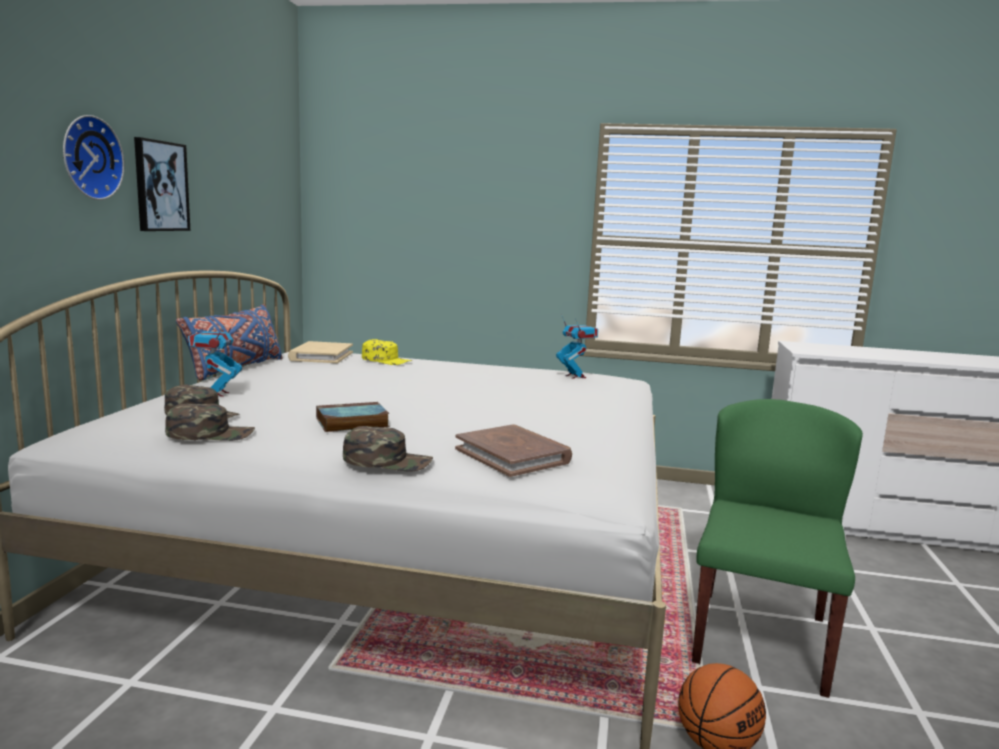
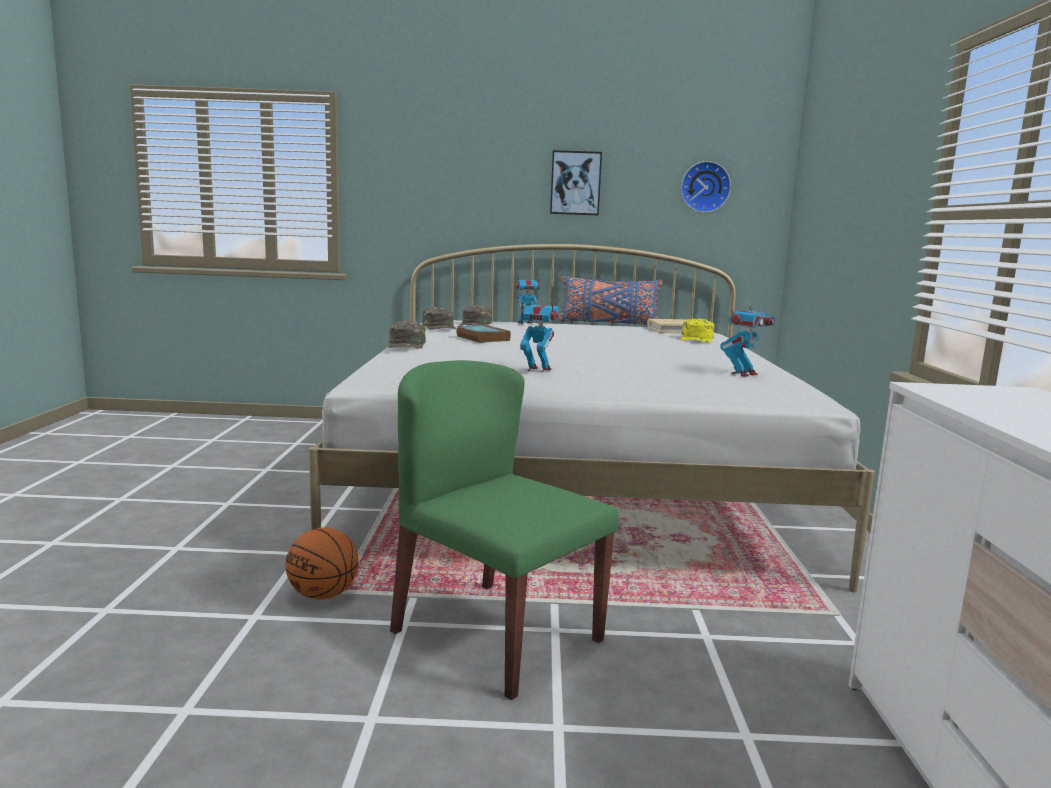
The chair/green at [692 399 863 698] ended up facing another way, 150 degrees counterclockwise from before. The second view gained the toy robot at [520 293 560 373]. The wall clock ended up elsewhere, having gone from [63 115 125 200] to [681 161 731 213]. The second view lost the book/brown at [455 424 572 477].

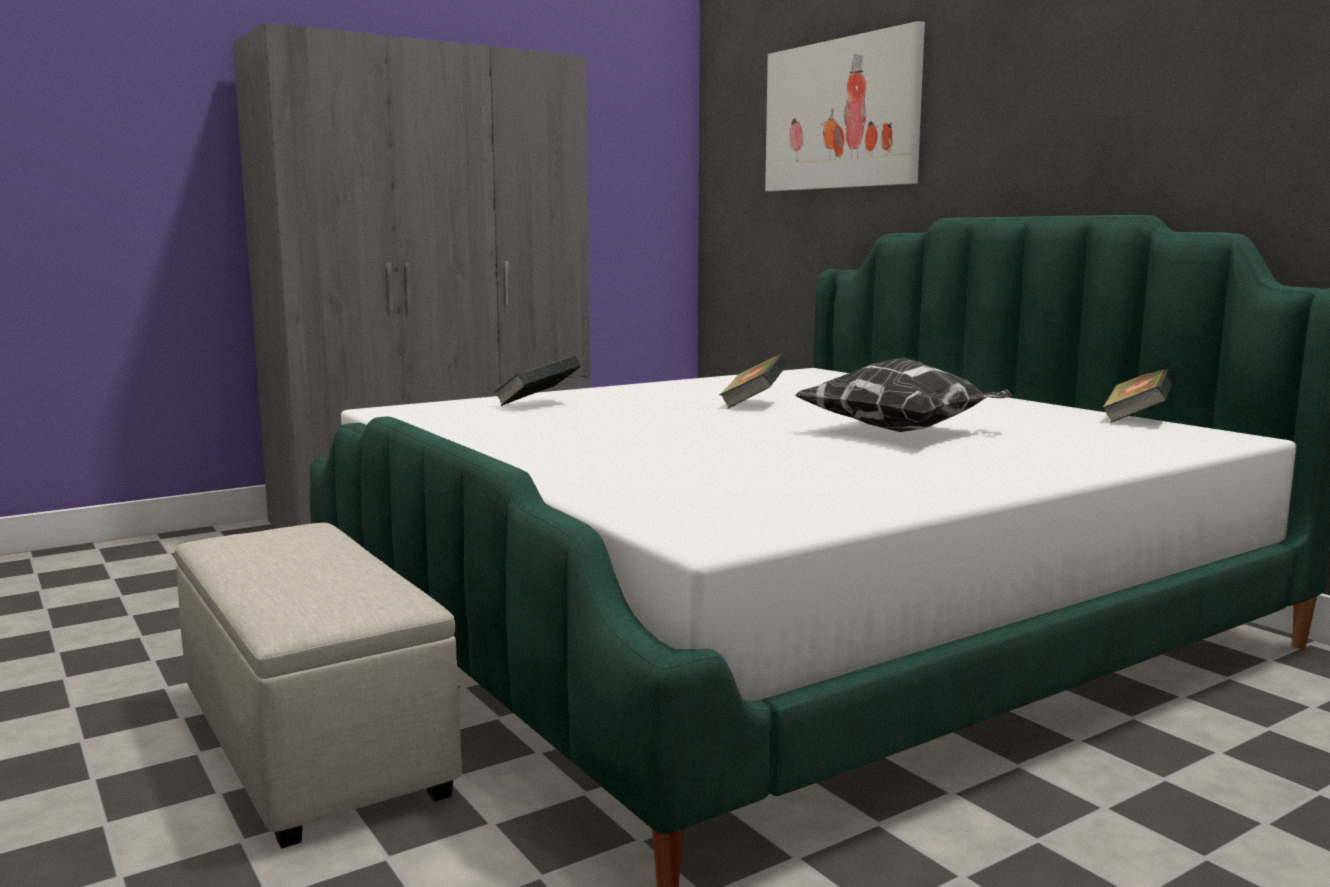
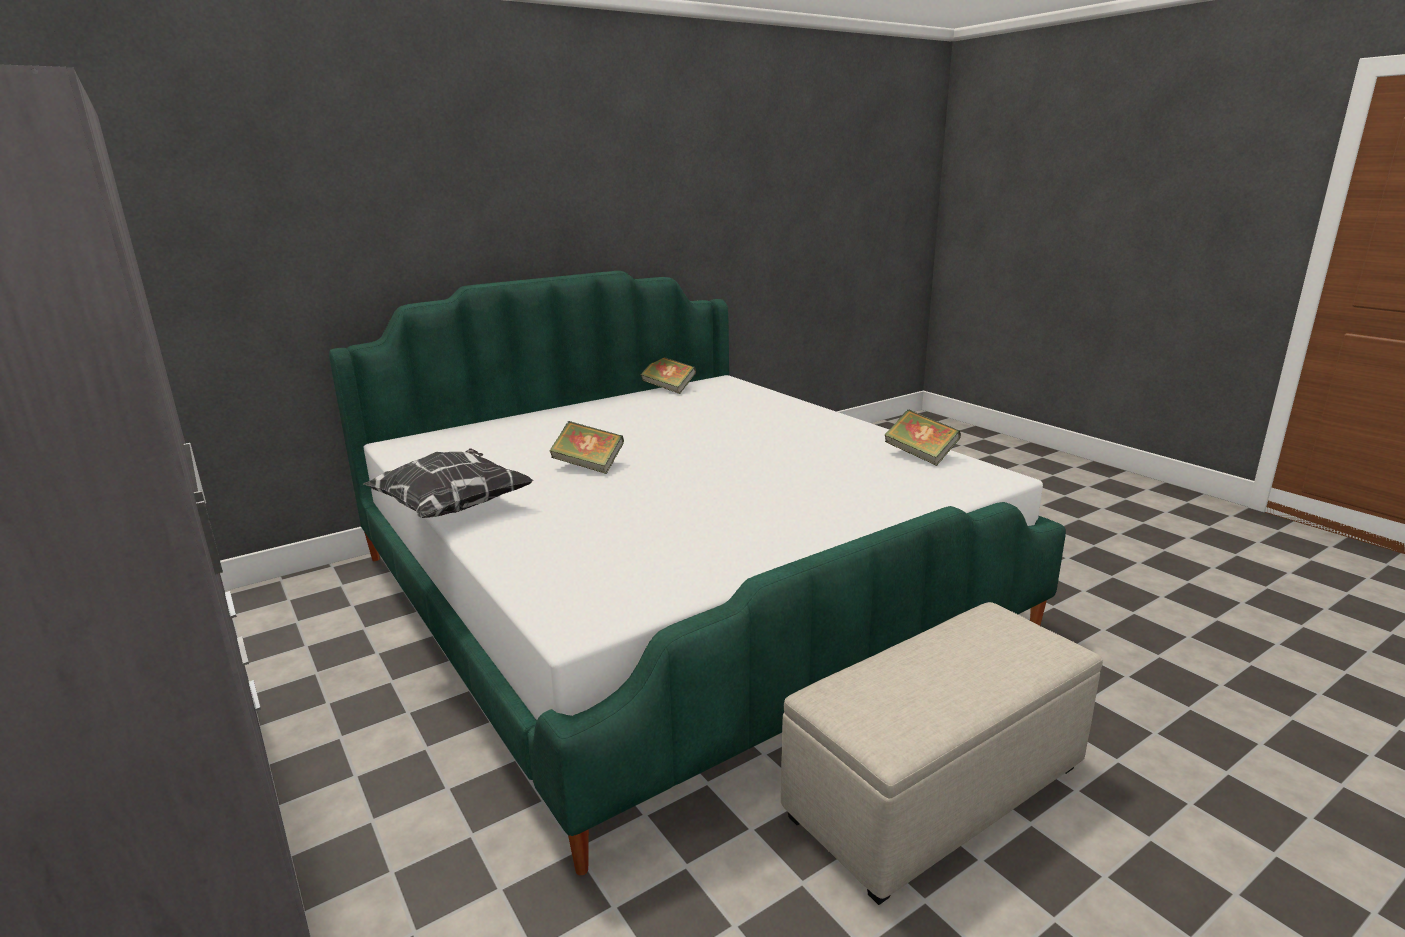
The pillow ended up elsewhere, having gone from [796 357 1014 432] to [364 448 534 518]. The book ended up elsewhere, having gone from [494 355 581 406] to [885 410 961 466]. The second view lost the picture at [765 21 925 191].

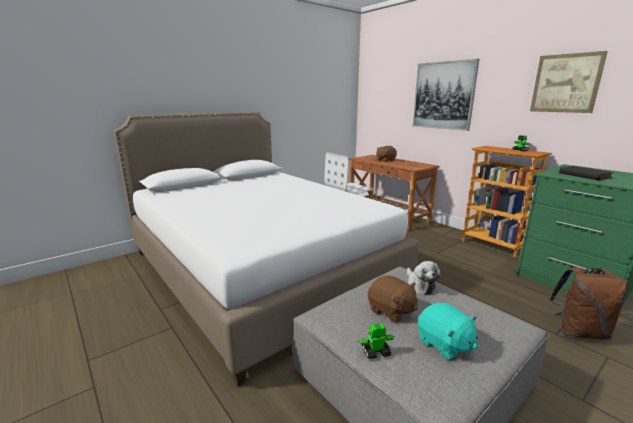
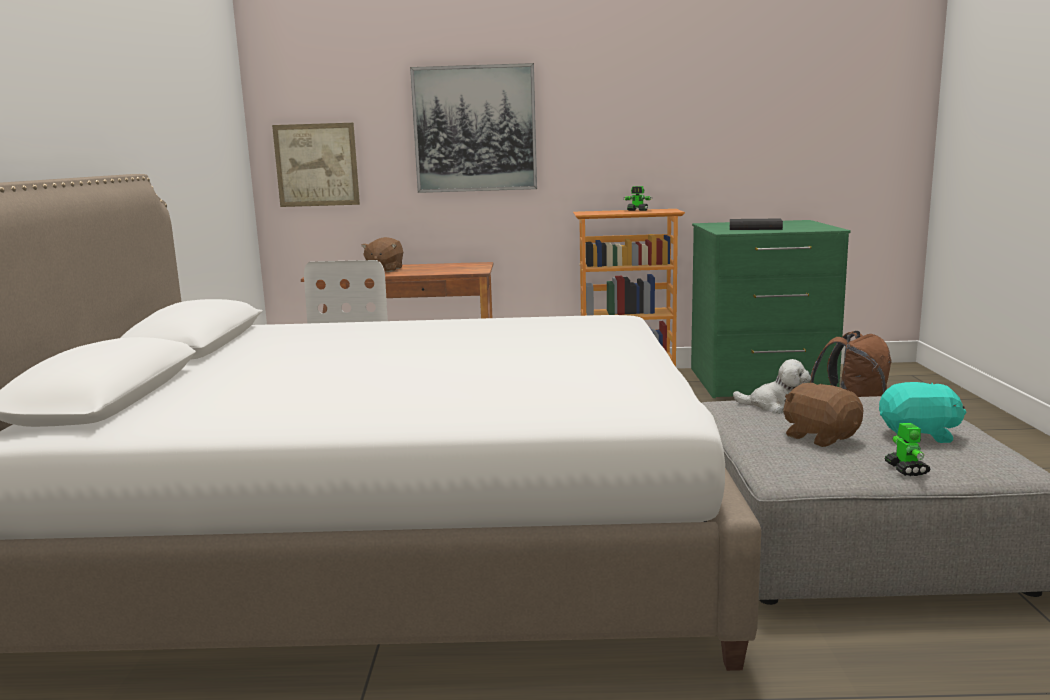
The picture ended up elsewhere, having gone from [530 51 608 113] to [272 123 360 207]. The plush toy/brown at [368 275 418 323] ended up facing another way, 120 degrees counterclockwise from before. The toy robot at [358 323 395 359] ended up facing another way, 150 degrees clockwise from before.

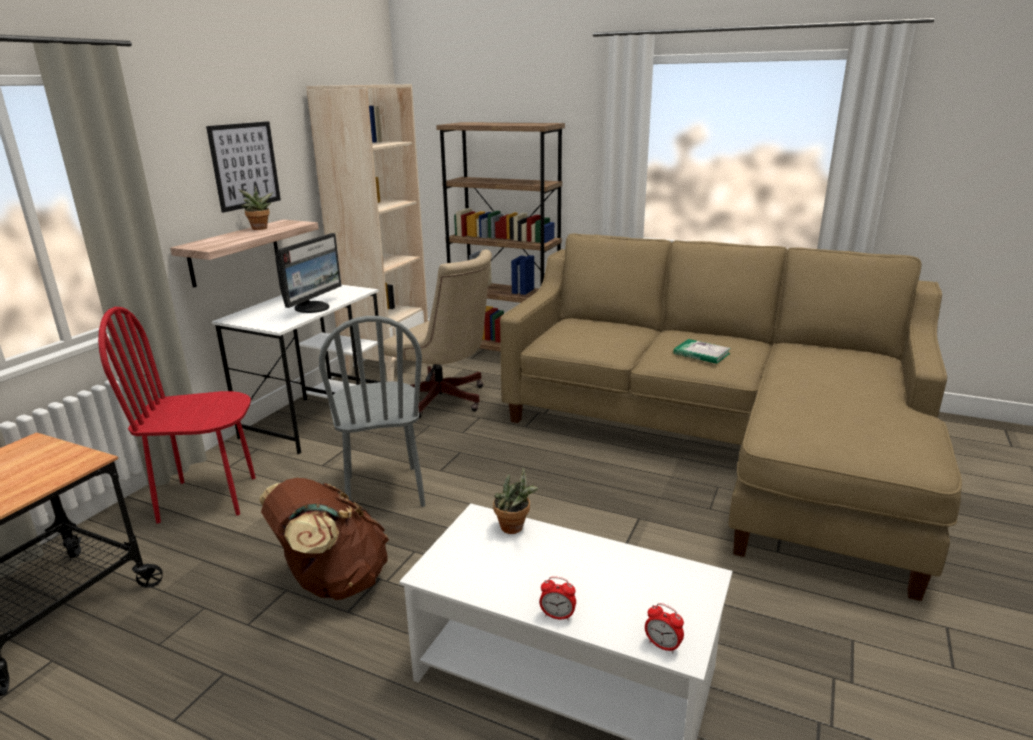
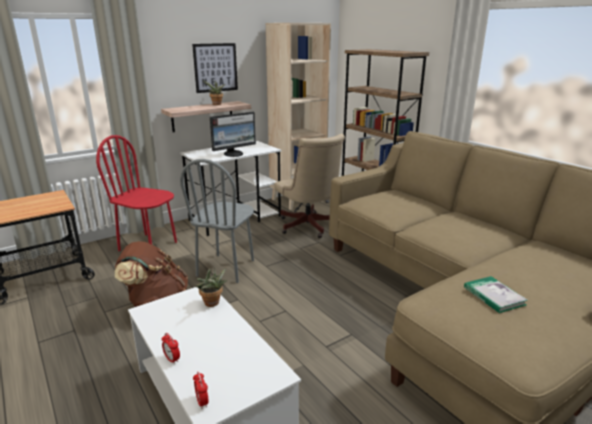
The book ended up elsewhere, having gone from [673 339 731 364] to [464 276 527 313].

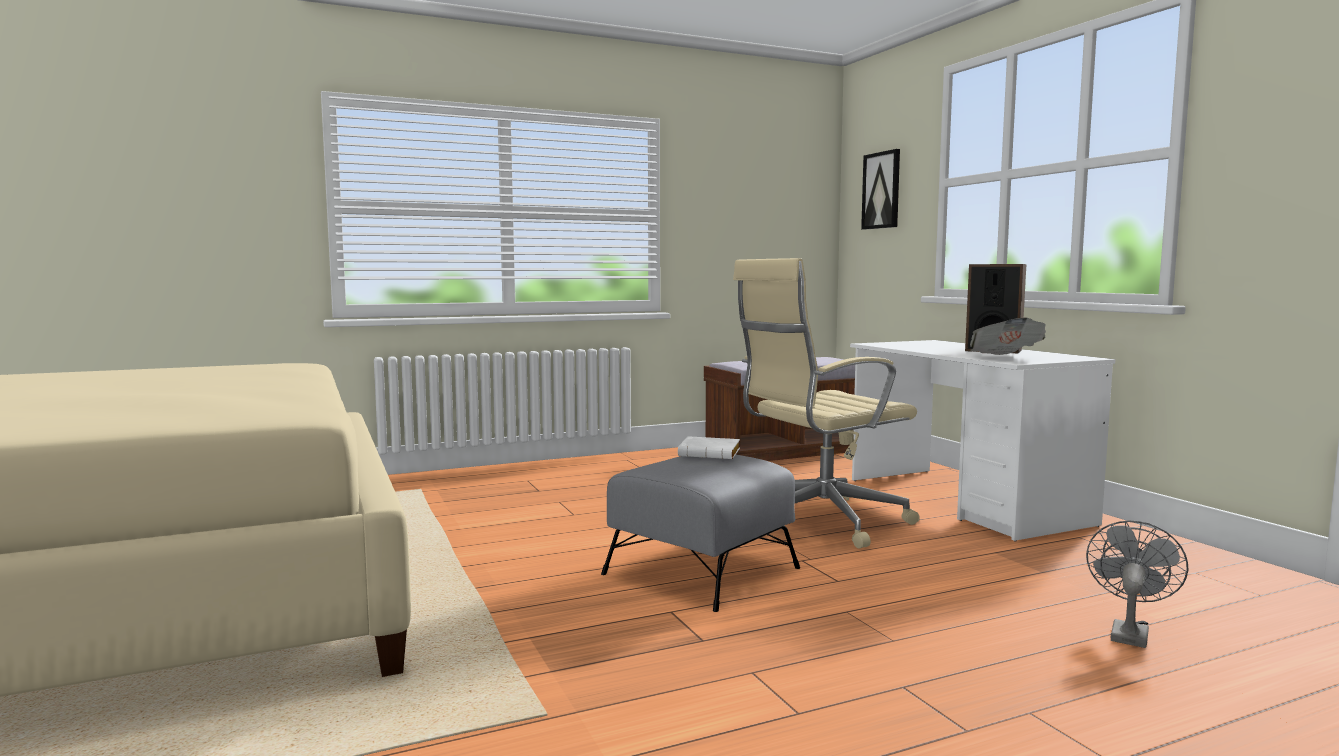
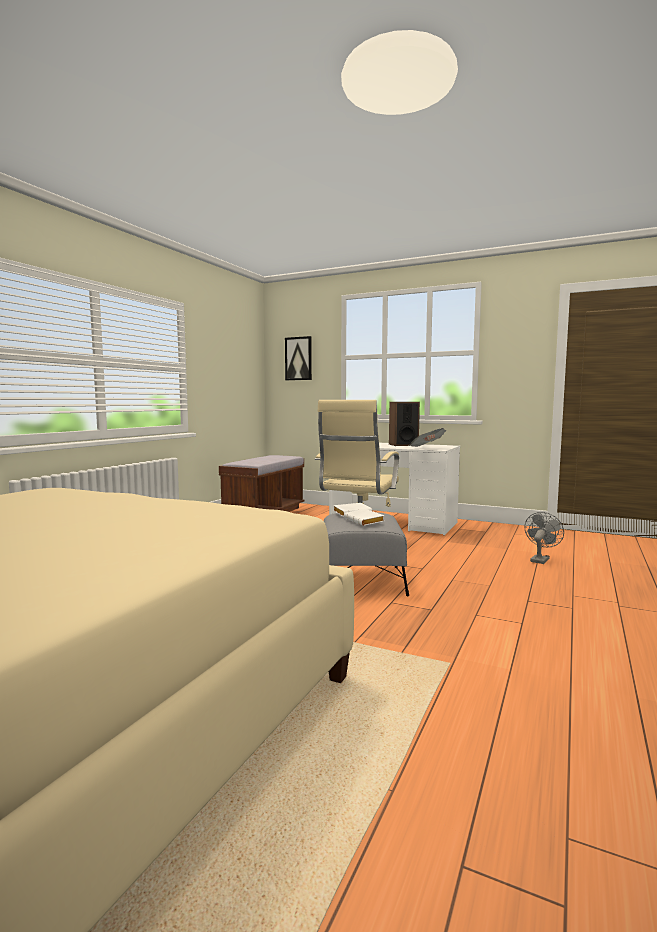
The second view gained the book/white at [344 509 384 526]. The fan/grey at [1086 521 1188 648] ended up facing another way, 45 degrees clockwise from before.

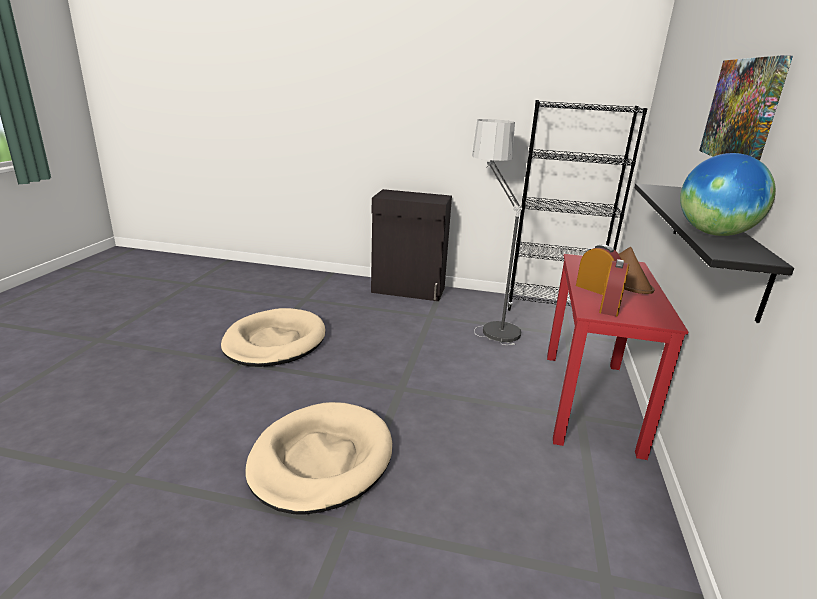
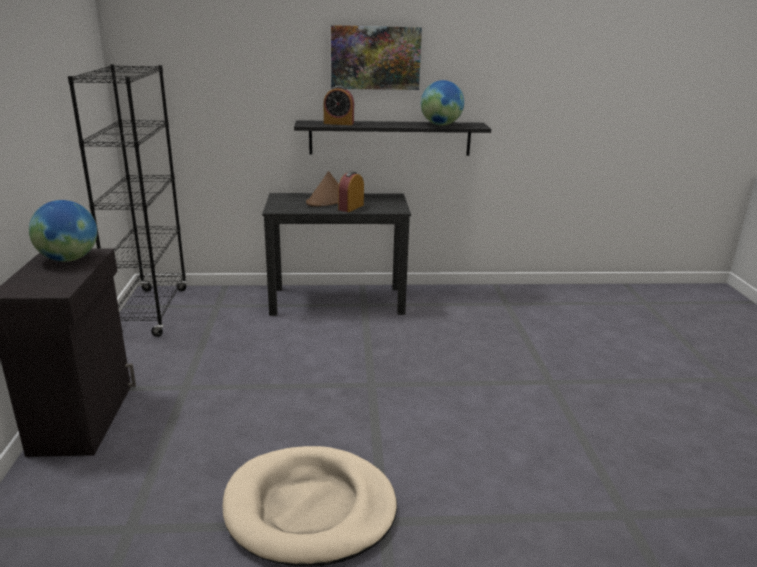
The second view gained the globe at [29 200 97 262]. What was the desk/red at [547 254 688 460] turned into the desk/black at [262 193 411 316]. The alarm clock ended up elsewhere, having gone from [599 259 629 317] to [324 86 354 125]. The second view lost the dog bed/beige at [245 402 392 515]. The second view lost the floor lamp at [472 119 522 345].

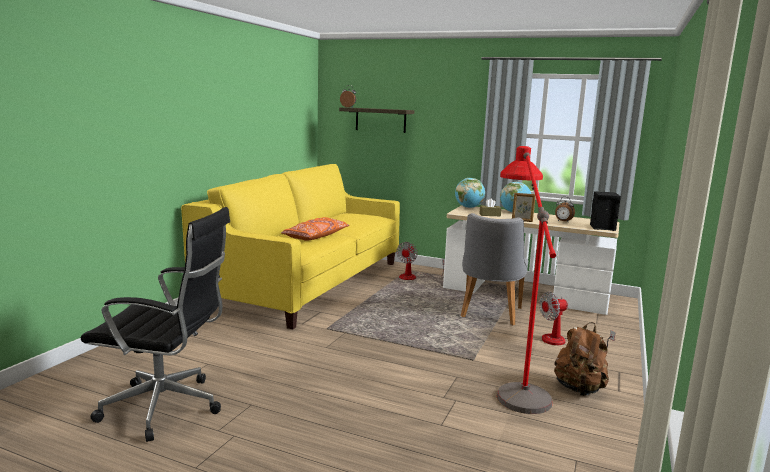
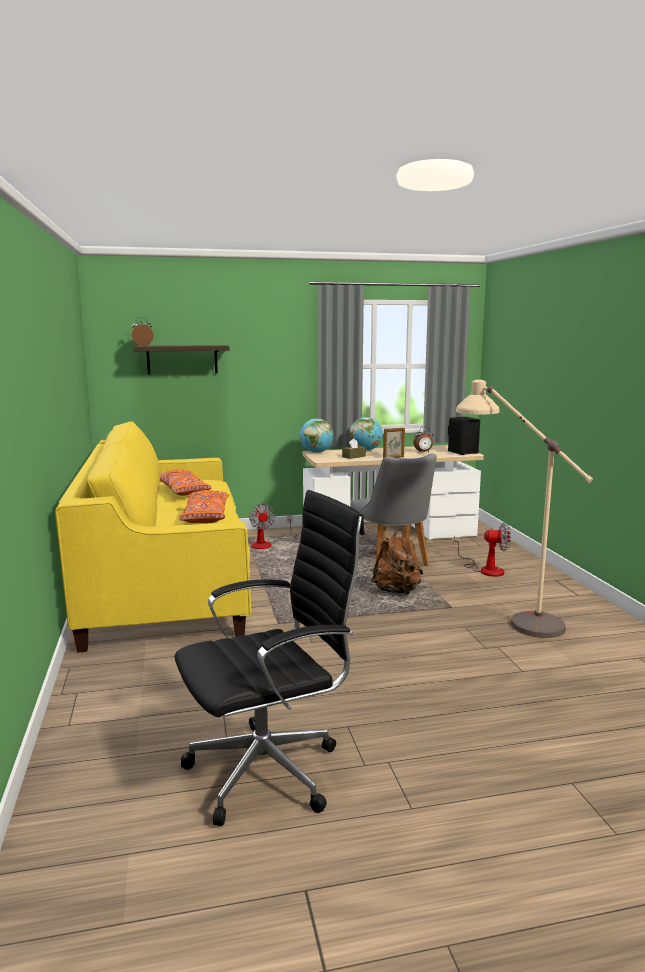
The second view gained the pillow/orange at [160 469 211 496]. The backpack/brown ended up elsewhere, having gone from [554 322 609 396] to [371 529 423 595]. The fan at [539 292 616 348] ended up facing another way, 120 degrees counterclockwise from before. What was the floor lamp/red at [497 146 556 414] turned into the floor lamp/beige at [456 380 593 638].

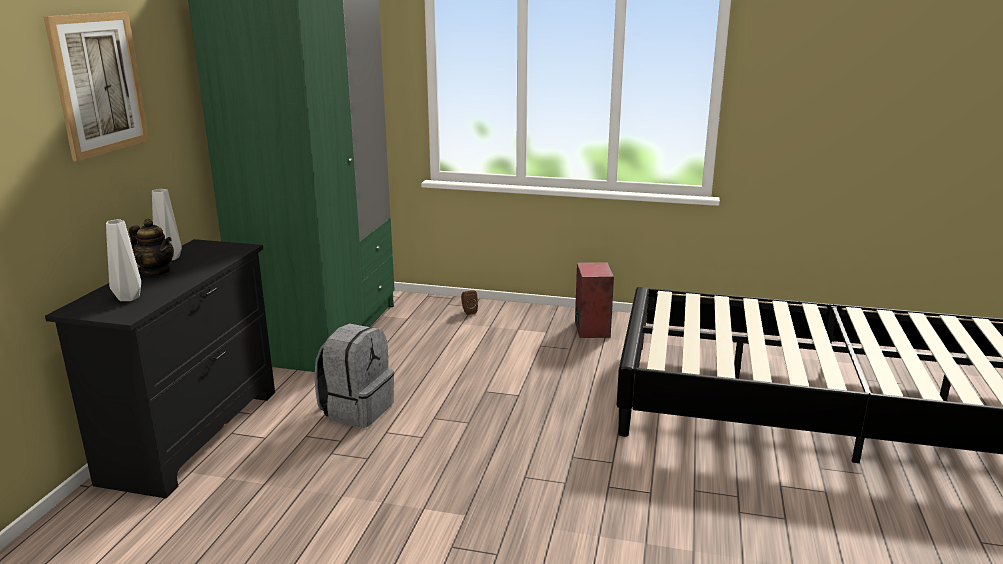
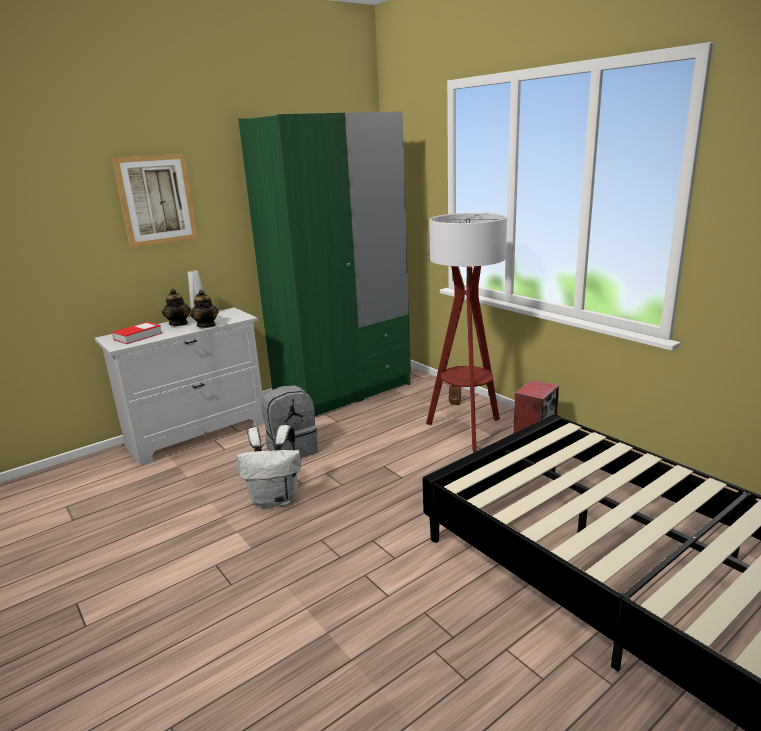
What was the dresser/black at [45 239 275 498] turned into the dresser/white at [95 307 265 466]. Where the vase/grey stood at [106 219 141 301], the book came to stand at [112 322 162 344]. The second view gained the teapot at [190 290 218 328]. The second view gained the backpack/white at [236 425 301 508]. The second view gained the floor lamp at [426 213 507 453].

